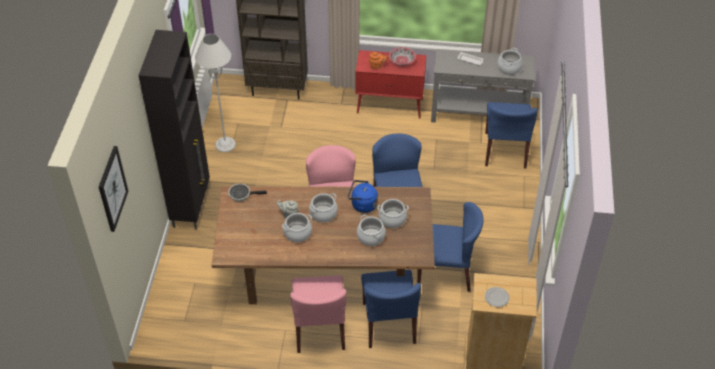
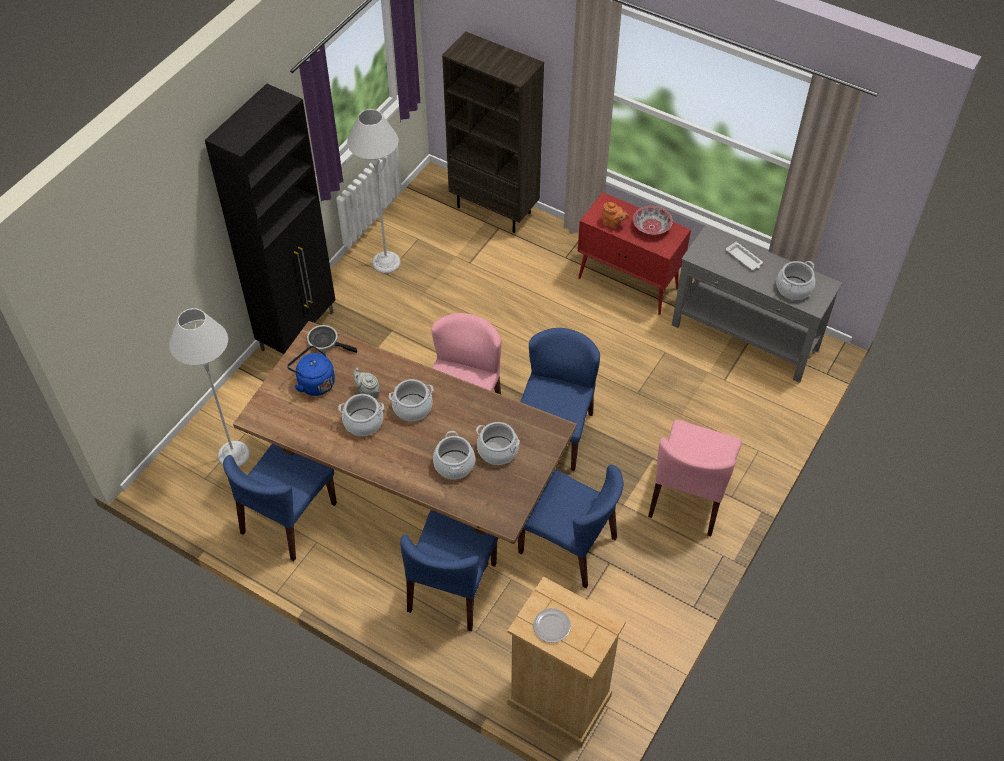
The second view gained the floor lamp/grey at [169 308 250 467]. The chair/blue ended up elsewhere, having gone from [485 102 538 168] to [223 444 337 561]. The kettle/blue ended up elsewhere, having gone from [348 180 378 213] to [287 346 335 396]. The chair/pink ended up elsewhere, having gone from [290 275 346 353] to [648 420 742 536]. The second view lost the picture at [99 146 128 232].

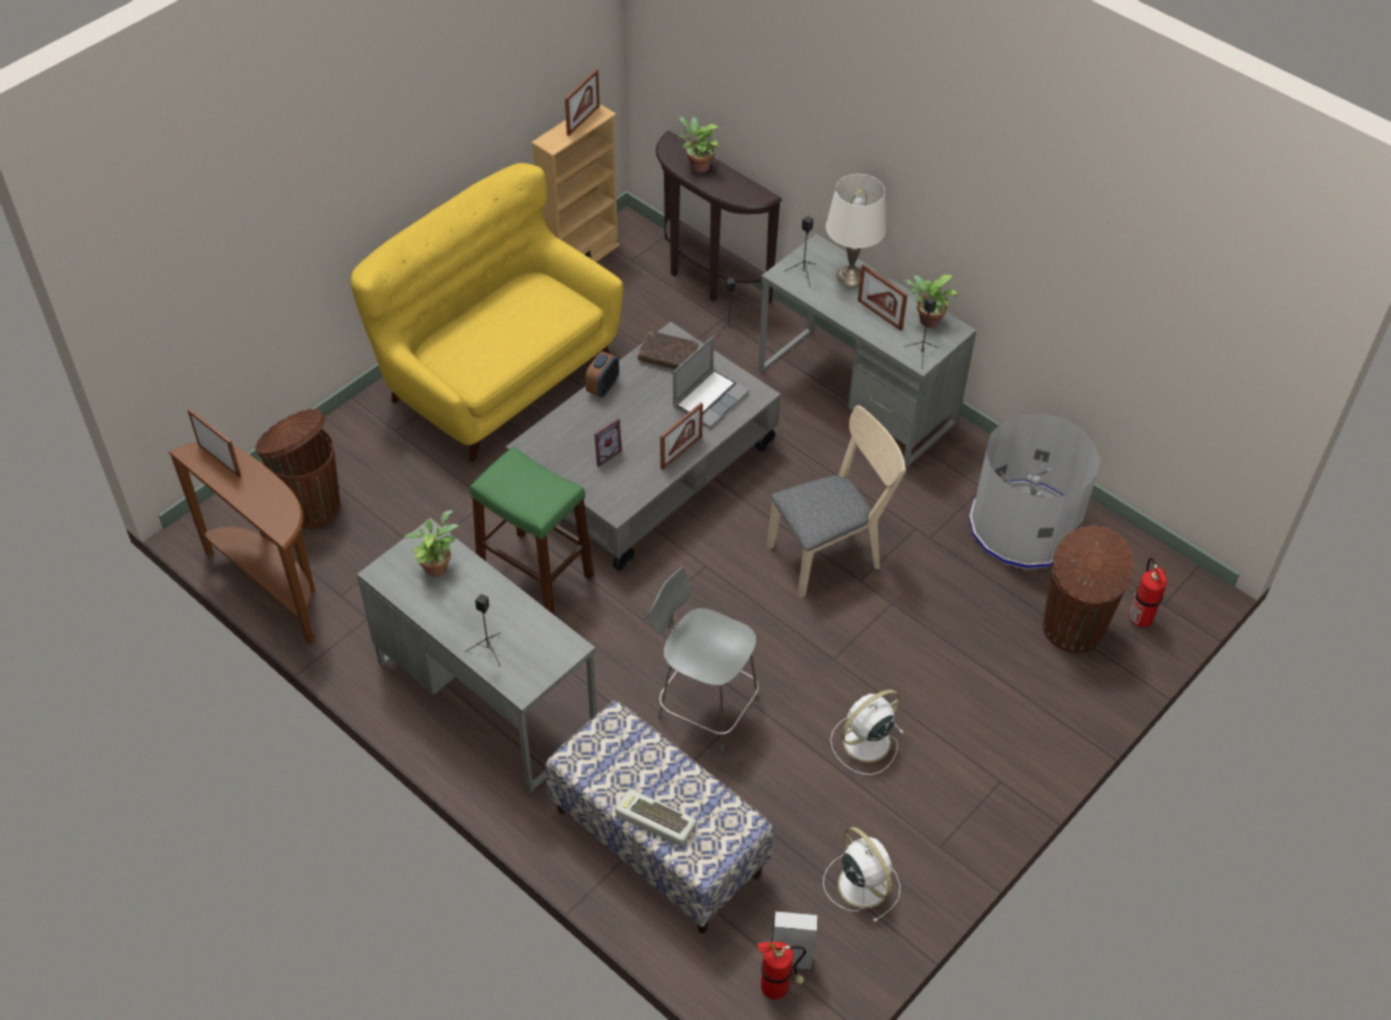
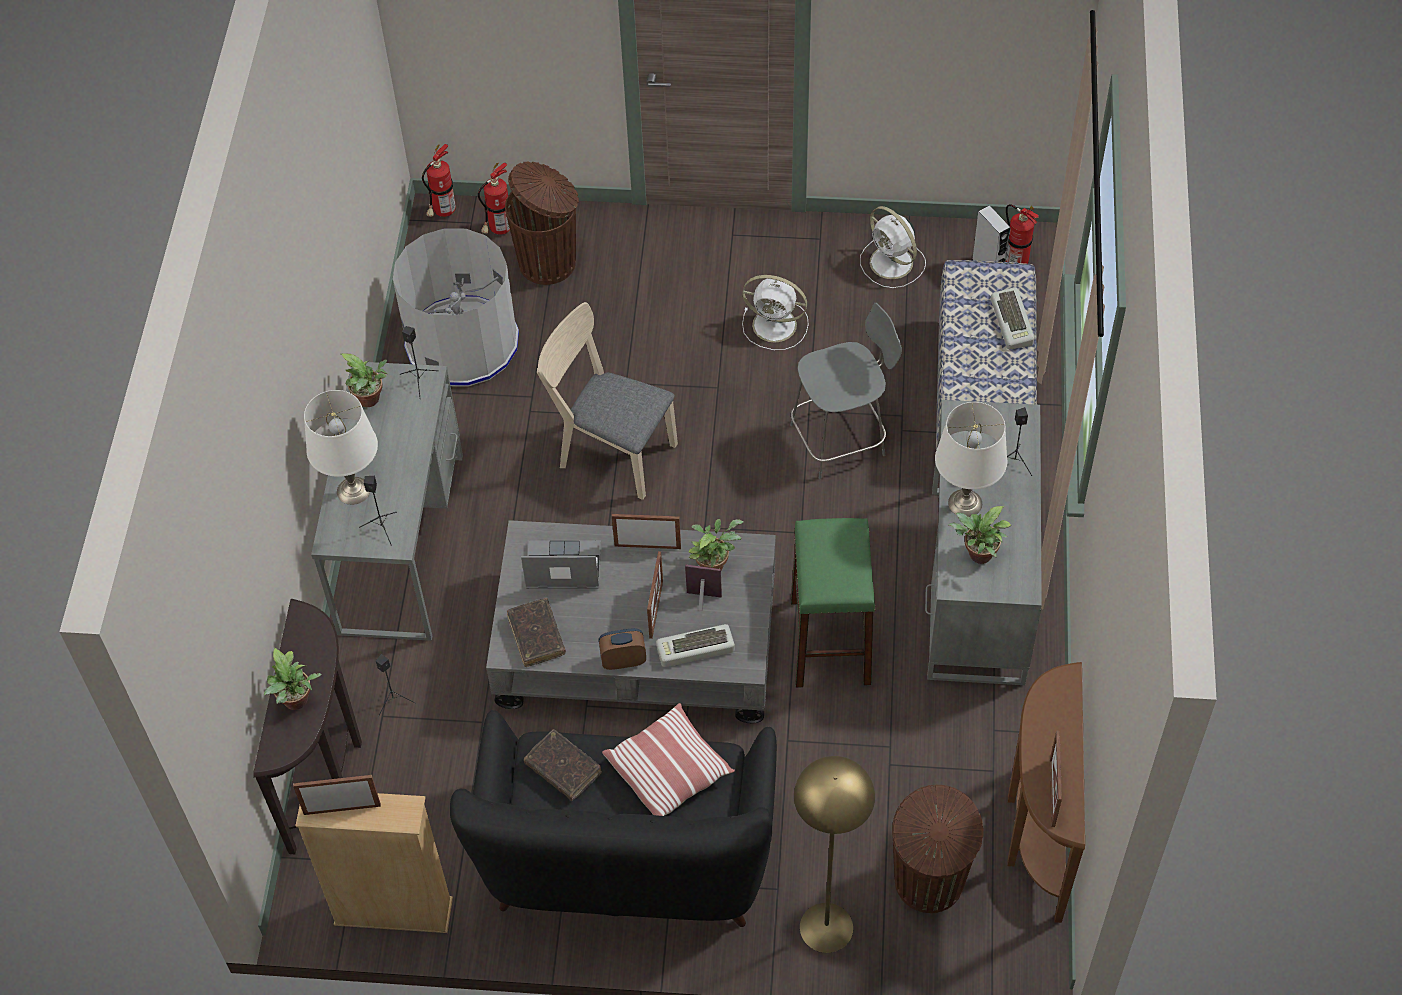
The second view gained the fire extinguisher at [422 144 456 217]. What was the sofa/yellow at [350 163 623 462] turned into the sofa/black at [450 710 777 927]. The second view gained the book/brown at [524 729 602 801]. The second view gained the pillow at [602 703 735 816]. The picture frame ended up elsewhere, having gone from [858 264 908 331] to [647 551 663 639]. The second view gained the keyboard at [656 624 735 667]. The second view gained the potted plant at [688 519 743 570]. The chair/grey at [649 567 759 752] ended up facing another way, 105 degrees counterclockwise from before. The second view gained the floor lamp/yellow at [794 756 875 953]. The fan/white at [823 827 901 923] ended up facing another way, 60 degrees counterclockwise from before. The second view gained the table lamp/white at [935 402 1007 517].

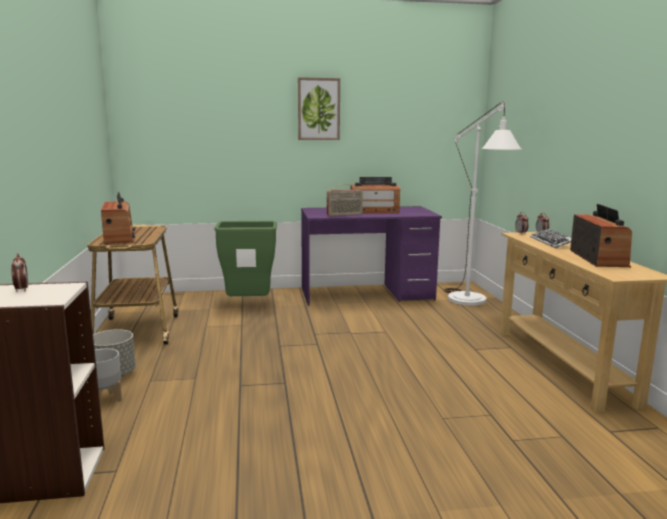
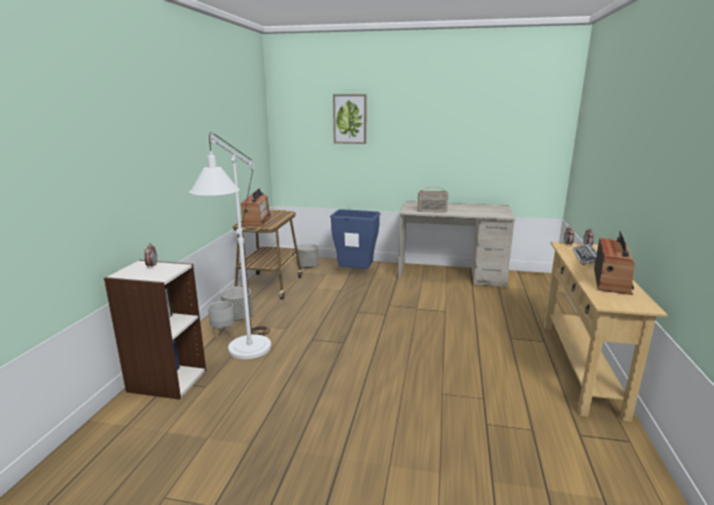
The floor lamp/white ended up elsewhere, having gone from [443 102 522 306] to [189 132 271 359]. The second view gained the planter/grey at [296 243 319 268]. What was the trash can/green at [214 221 277 296] turned into the trash can/blue at [330 209 381 269]. The picture ended up elsewhere, having gone from [298 77 340 140] to [333 94 367 144]. What was the desk/purple at [301 206 442 306] turned into the desk/beige at [398 201 515 288]. The second view lost the radio at [351 177 400 213].

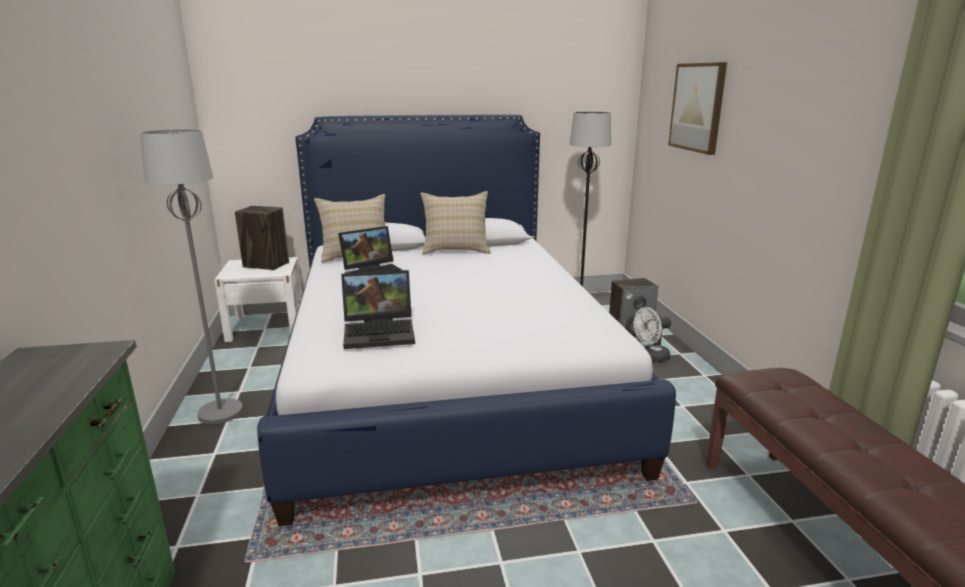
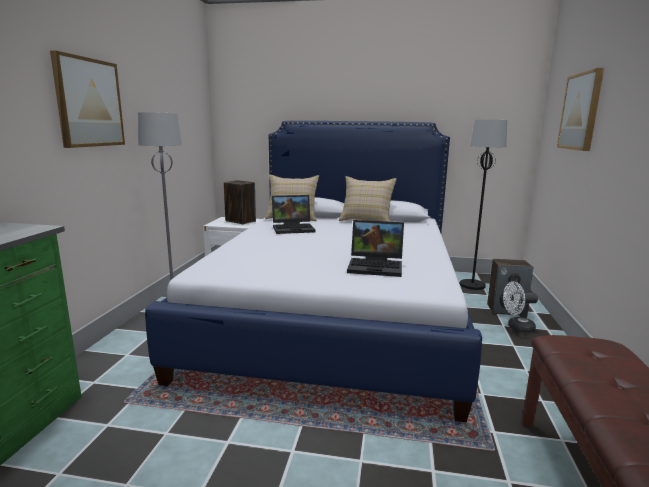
The second view gained the picture at [50 51 125 148]. The laptop ended up elsewhere, having gone from [341 270 415 349] to [347 220 404 277].

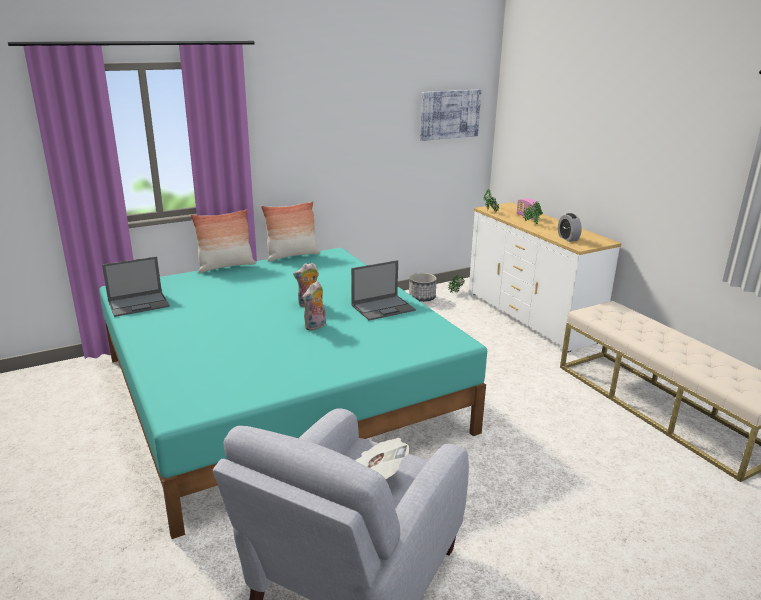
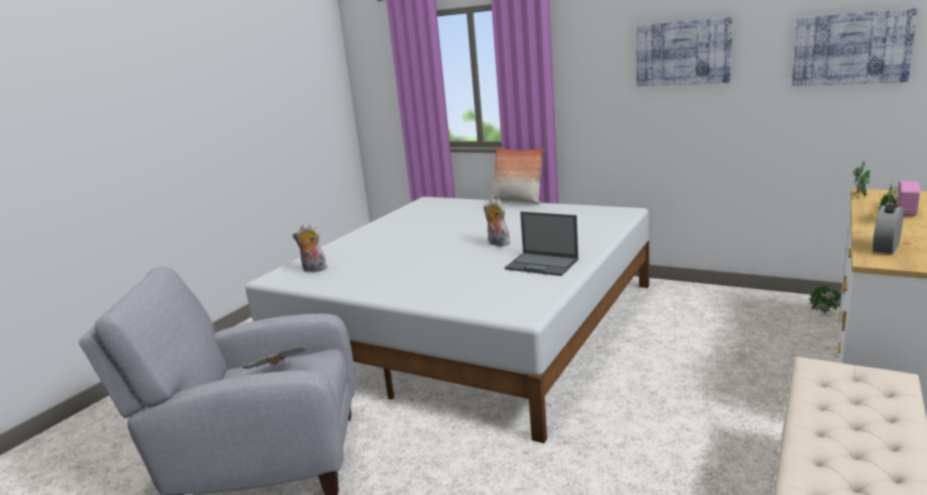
What was the bed/turquoise at [99 248 487 539] turned into the bed/white at [245 197 649 443]. The plush toy ended up elsewhere, having gone from [303 281 326 330] to [293 223 327 272]. The second view gained the picture at [636 17 733 86]. The second view lost the laptop at [102 256 170 317]. The second view lost the pillow at [261 201 320 262]. The second view lost the planter at [409 273 437 302].

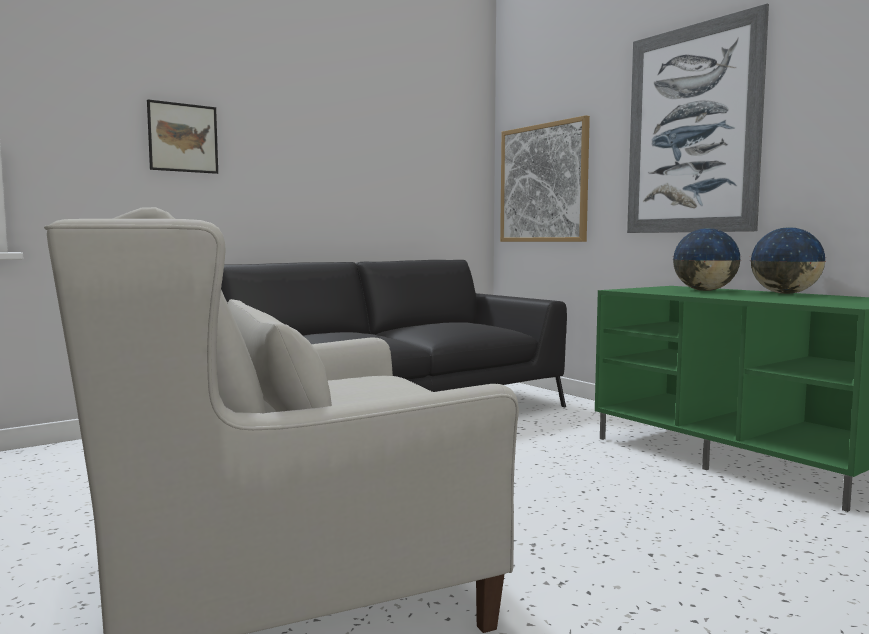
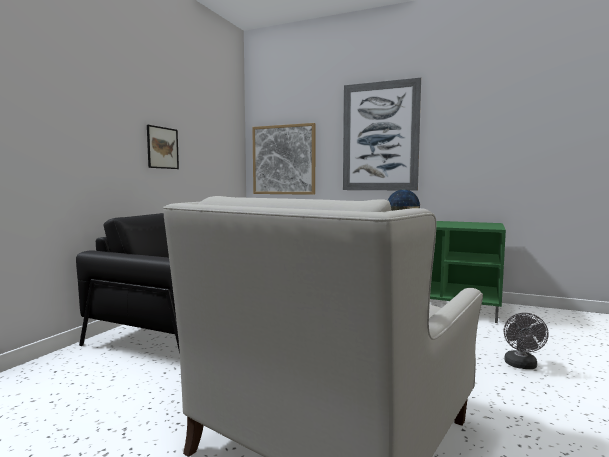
The picture ended up elsewhere, having gone from [147 99 218 174] to [147 125 179 169]. The second view gained the fan/grey at [504 313 549 369]. The second view lost the globe at [749 227 827 294].

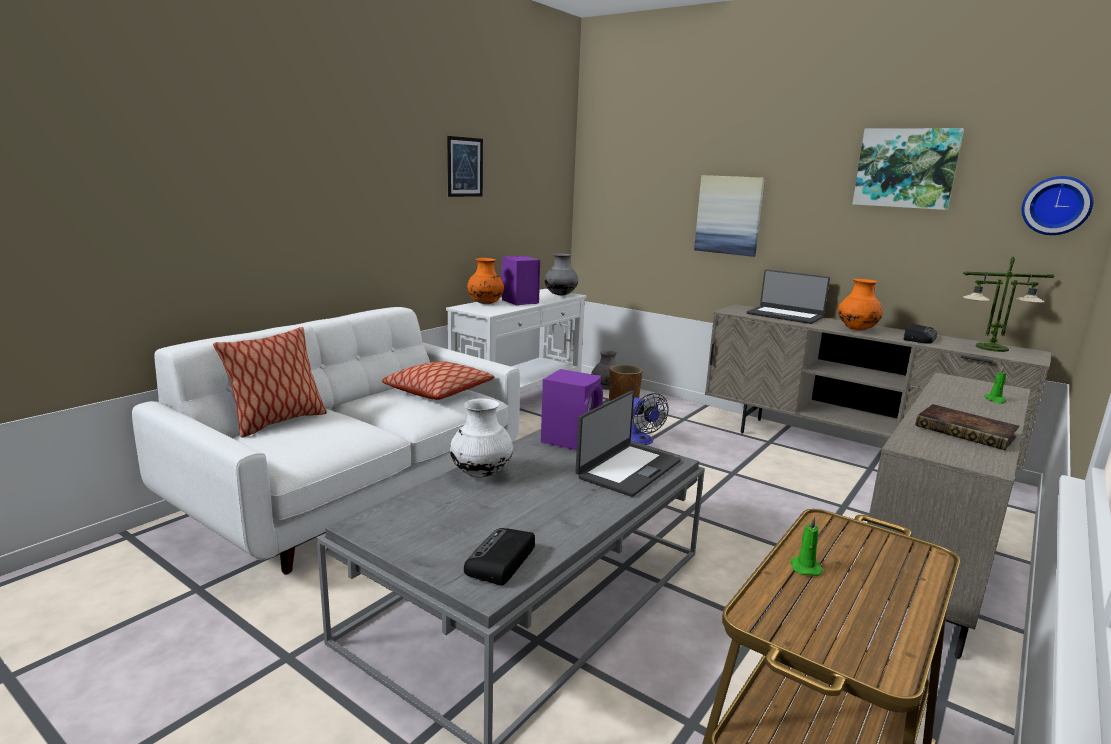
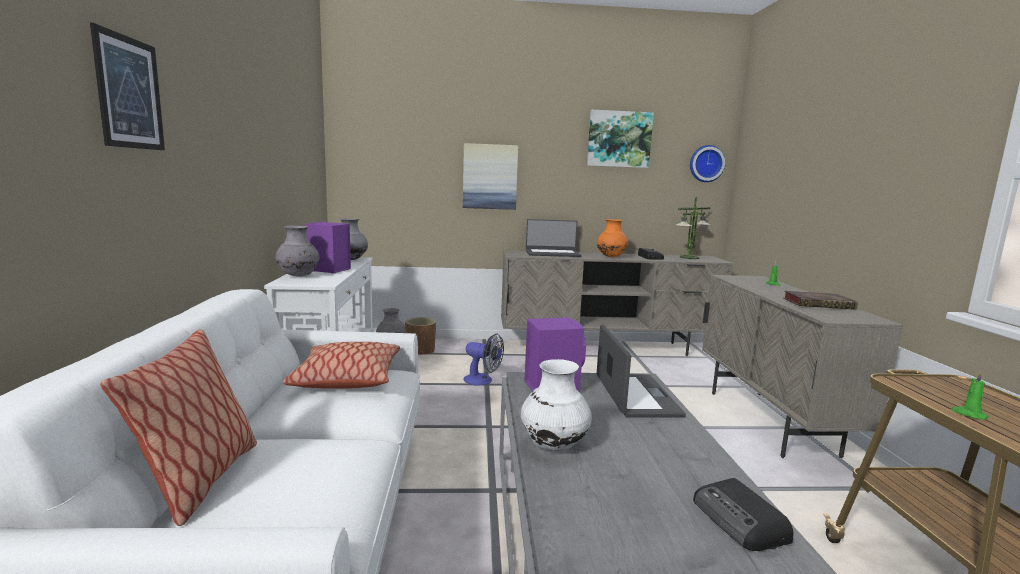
The picture ended up elsewhere, having gone from [447 136 483 197] to [90 23 165 150]. What was the vase/orange at [467 258 504 304] turned into the vase/grey at [275 226 319 277].

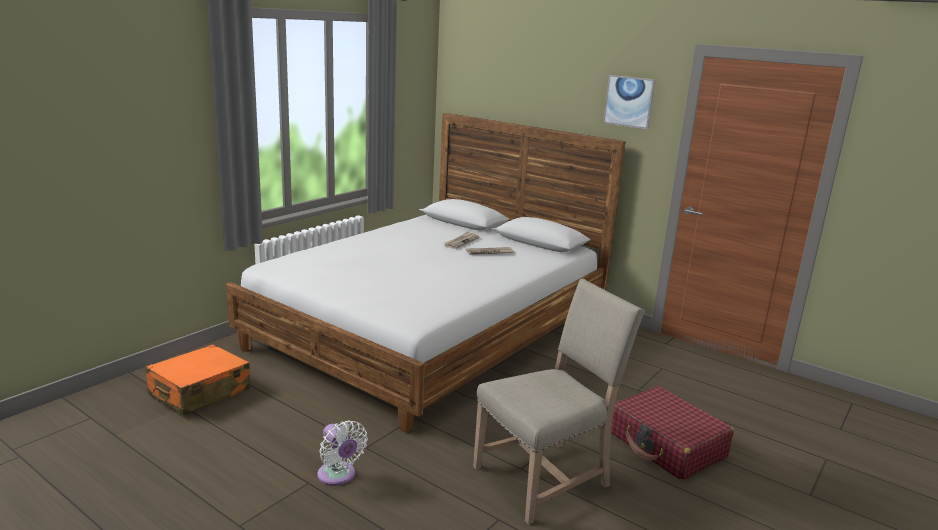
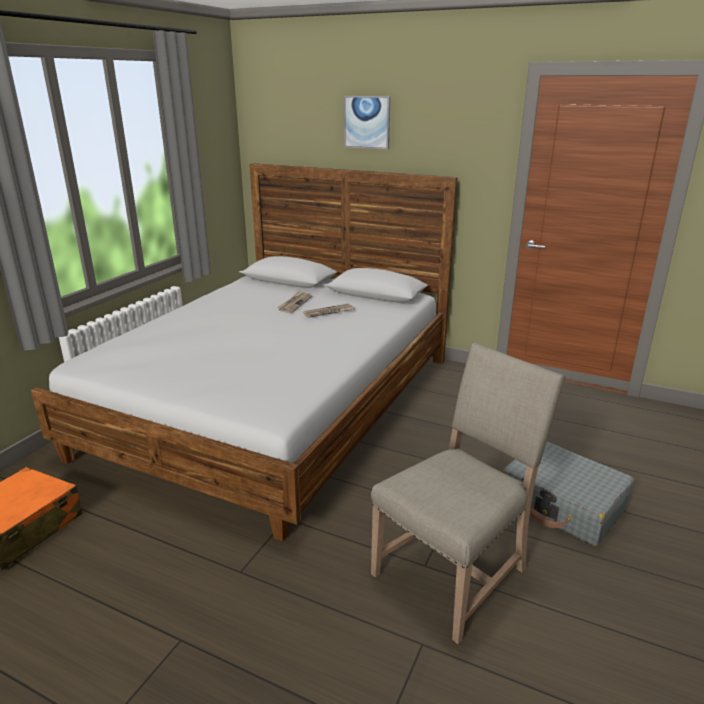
The picture ended up elsewhere, having gone from [603 75 655 130] to [344 96 391 149]. What was the suitcase/red at [611 386 734 480] turned into the suitcase/grey at [502 442 635 546]. The second view lost the fan/white at [317 420 368 486].

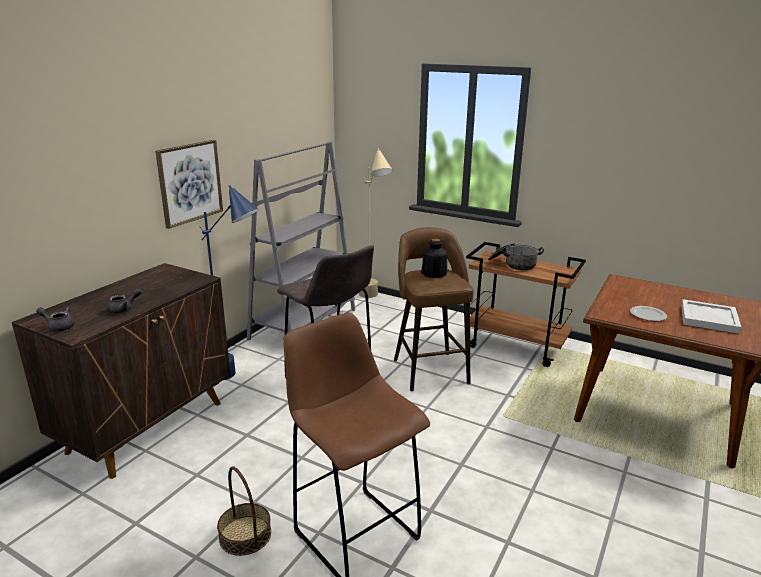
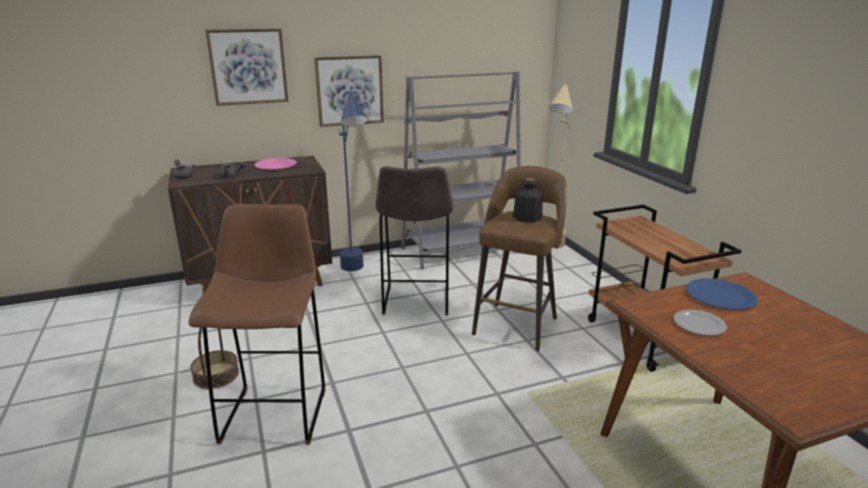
The second view gained the picture at [205 28 288 106]. The second view gained the plate/pink at [255 158 297 170]. The second view gained the plate/blue at [686 278 758 310]. The second view lost the cooking pot at [488 243 544 270]. The second view lost the tray/white at [681 299 741 334].

